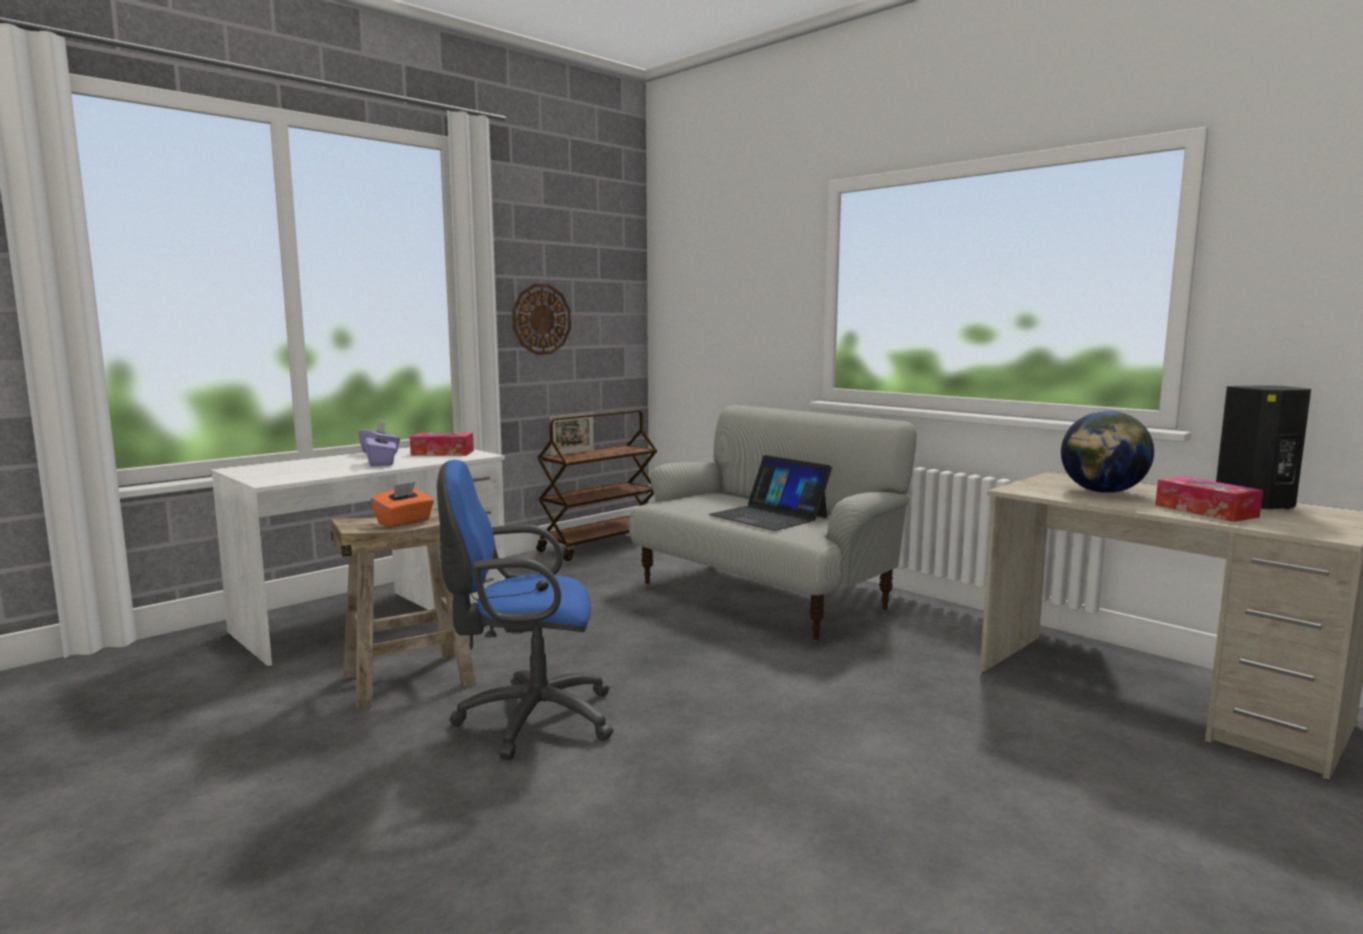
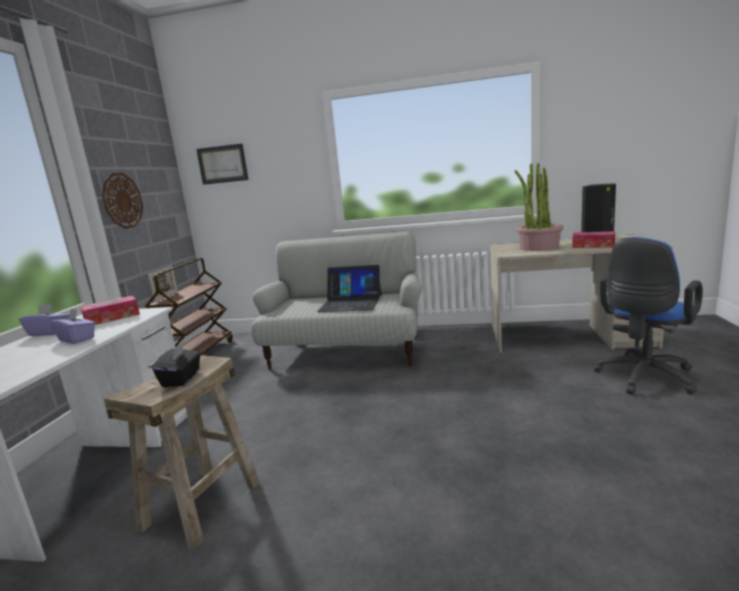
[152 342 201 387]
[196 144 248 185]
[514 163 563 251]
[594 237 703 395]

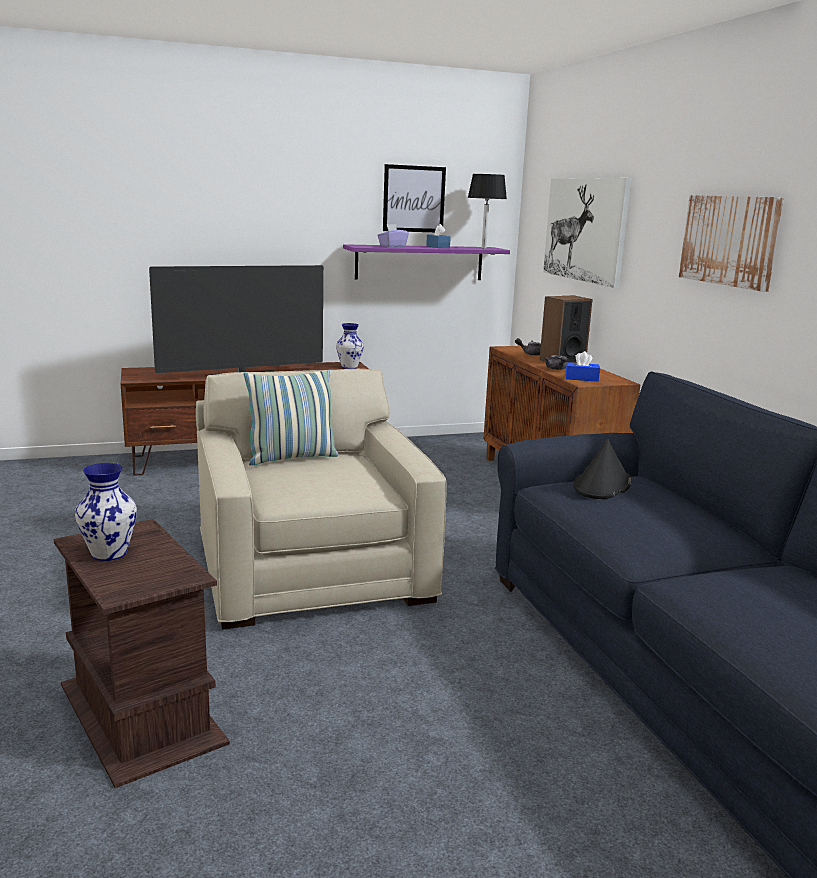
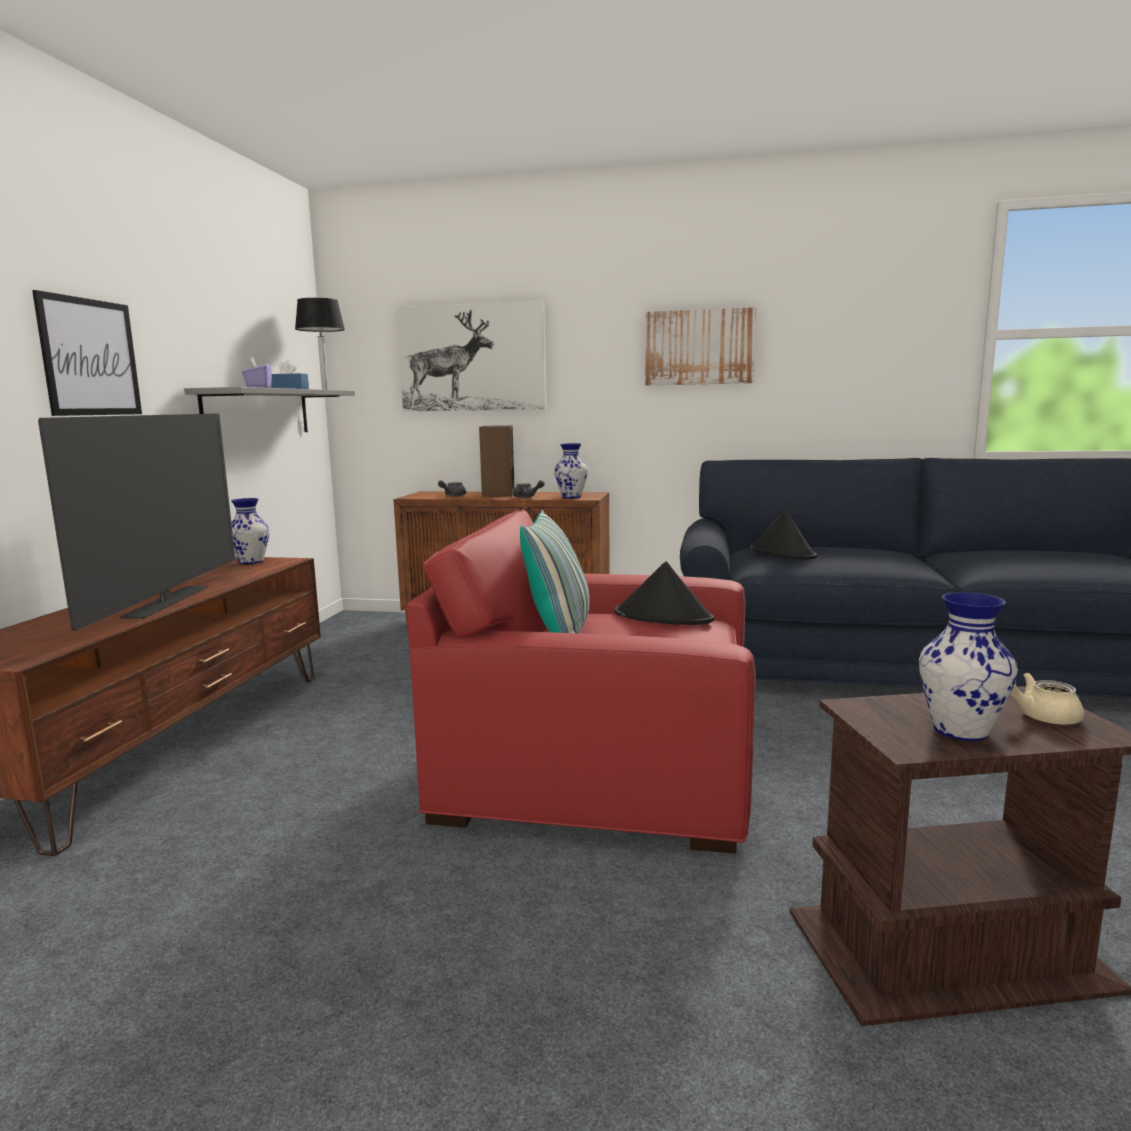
[32 290 142 416]
[184 387 355 432]
[406 510 756 854]
[554 443 588 498]
[614 561 714 625]
[1010 673 1084 725]

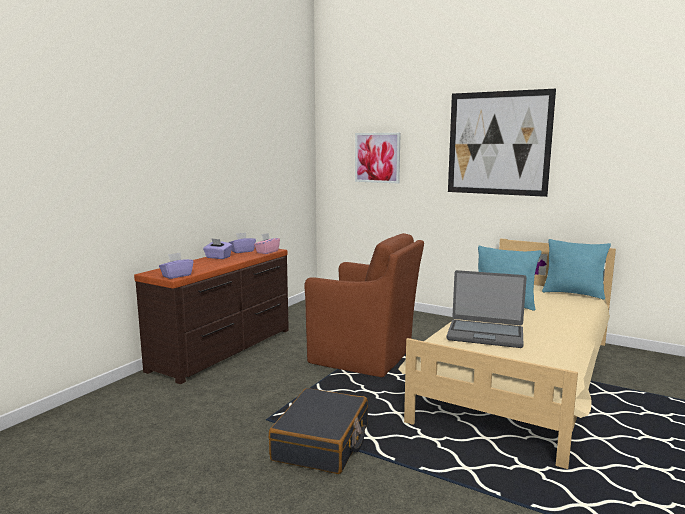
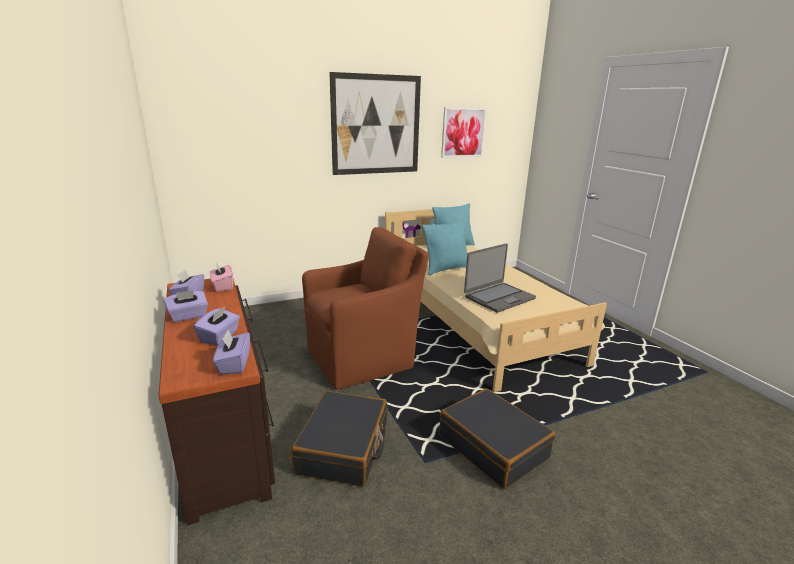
[194 307 240 345]
[291 391 387 487]
[441 107 487 158]

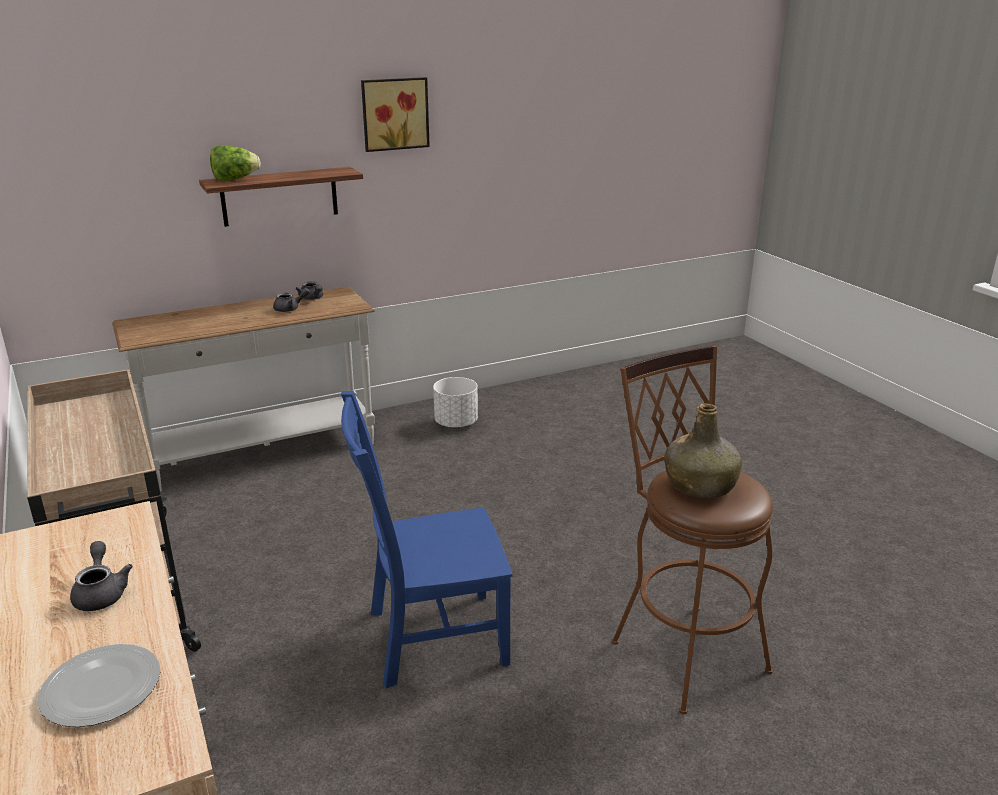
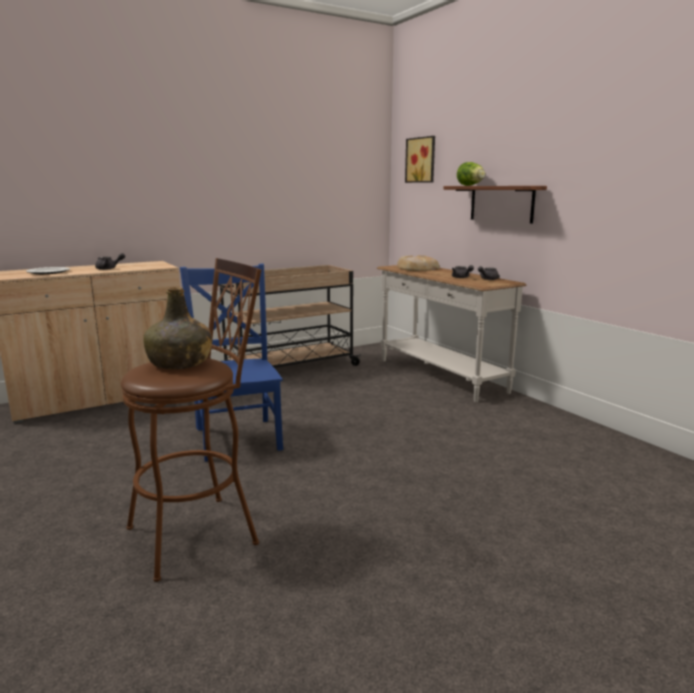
[397 255 440 271]
[405 136 435 183]
[433 377 478 428] (first image)

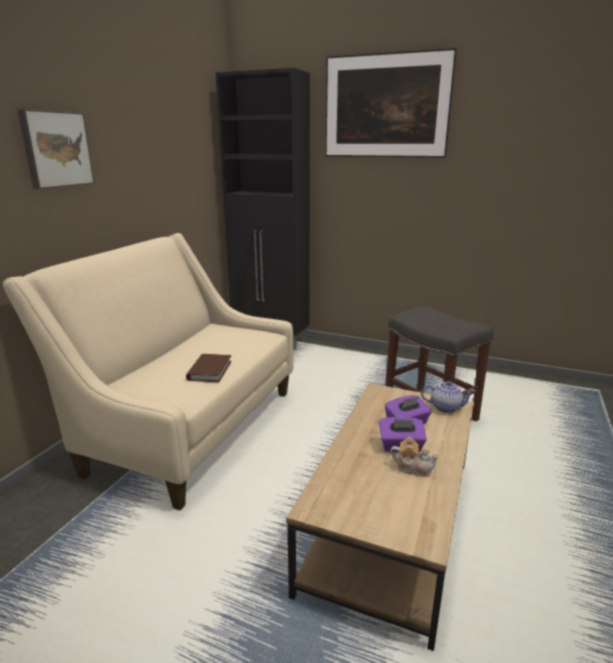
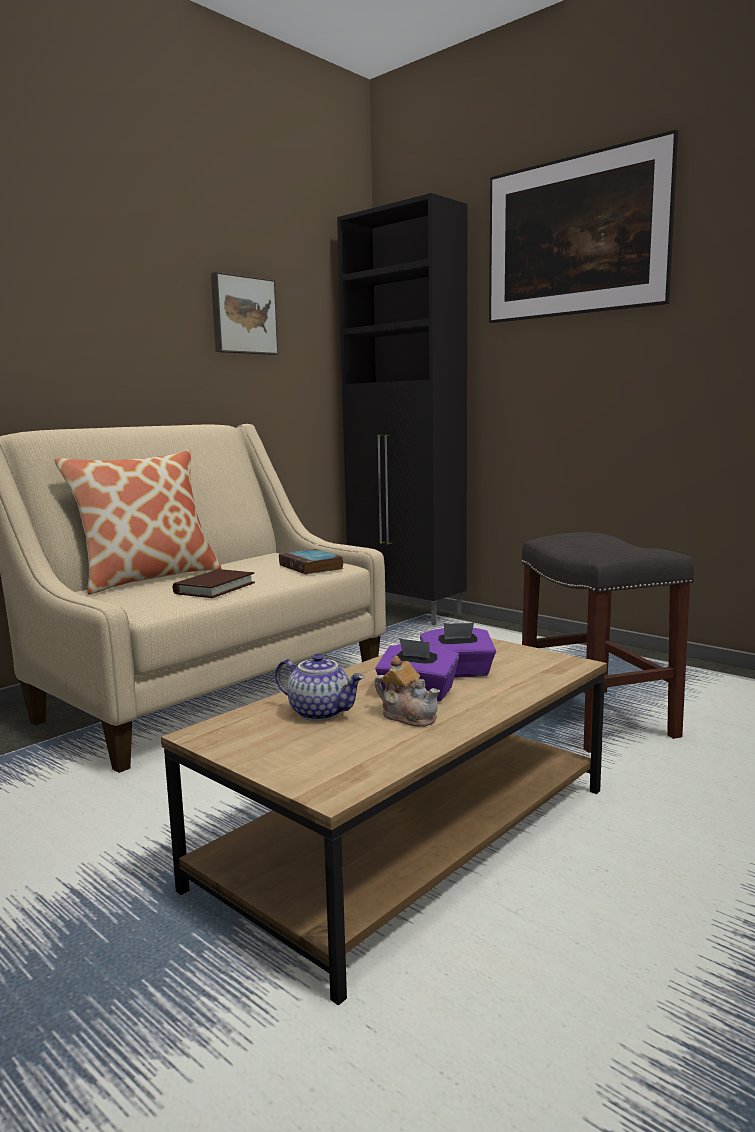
[54 450 222 595]
[211 272 279 355]
[275 654 364 721]
[279 549 343 574]

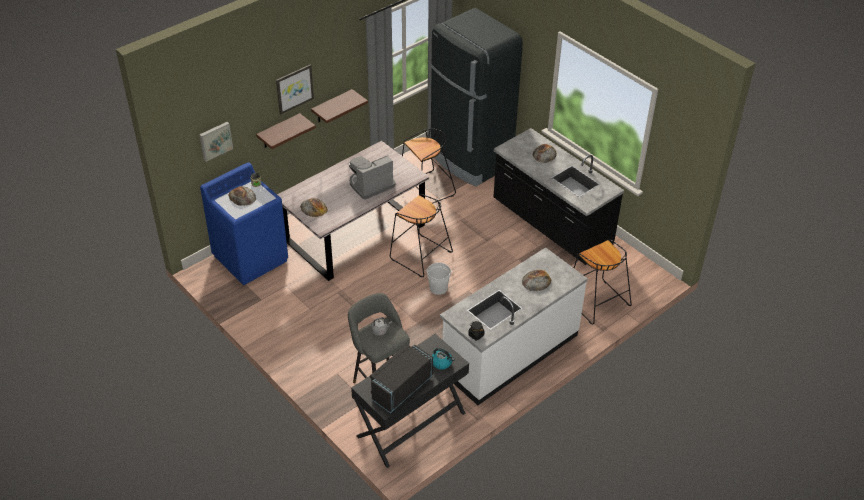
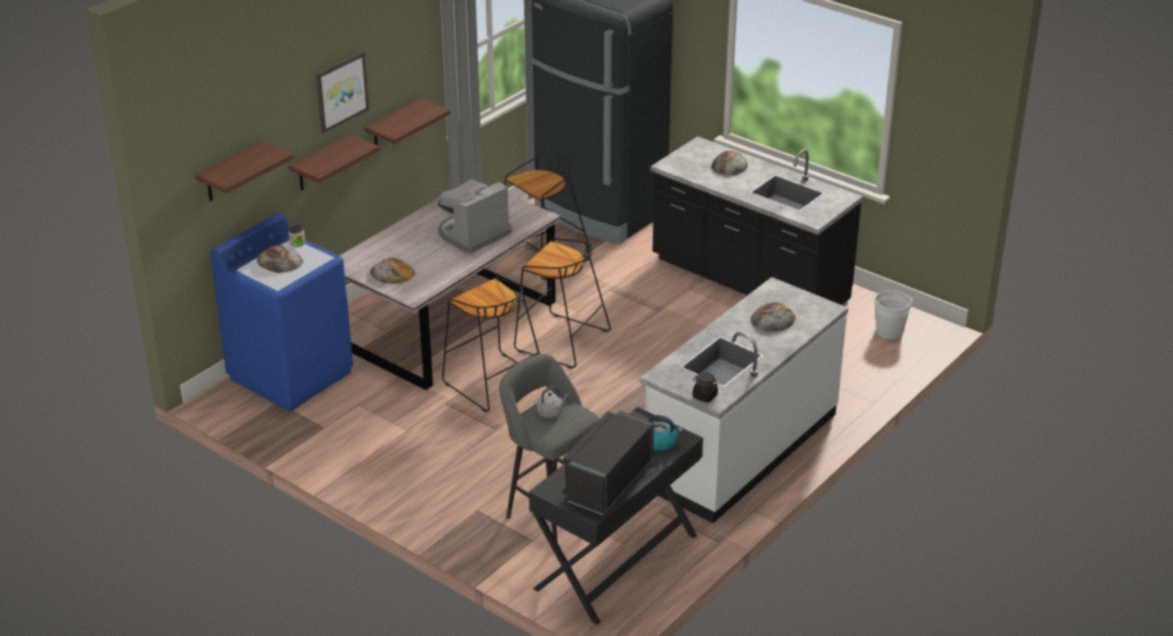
[195 141 293 201]
[442 276 540 412]
[873 290 914 339]

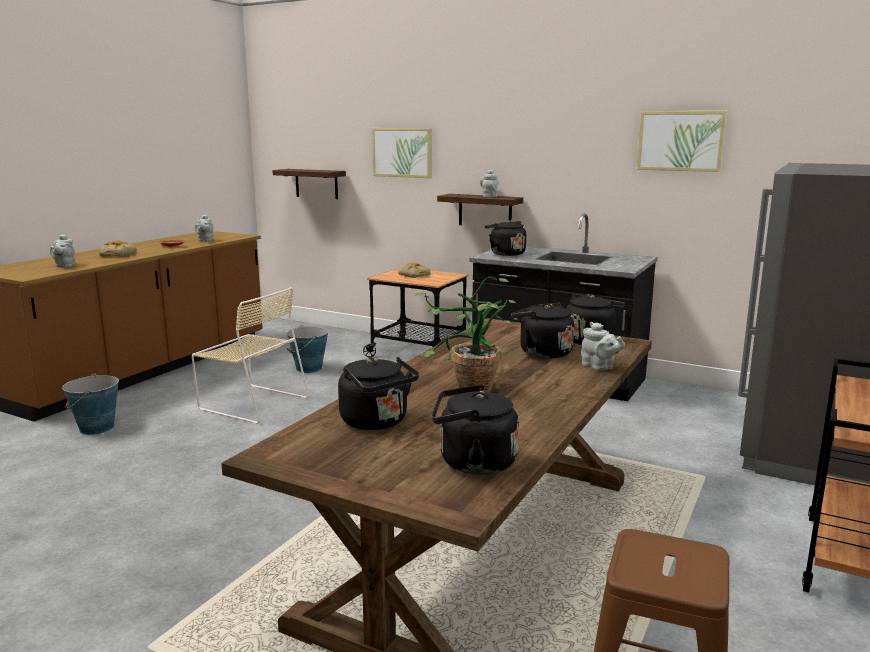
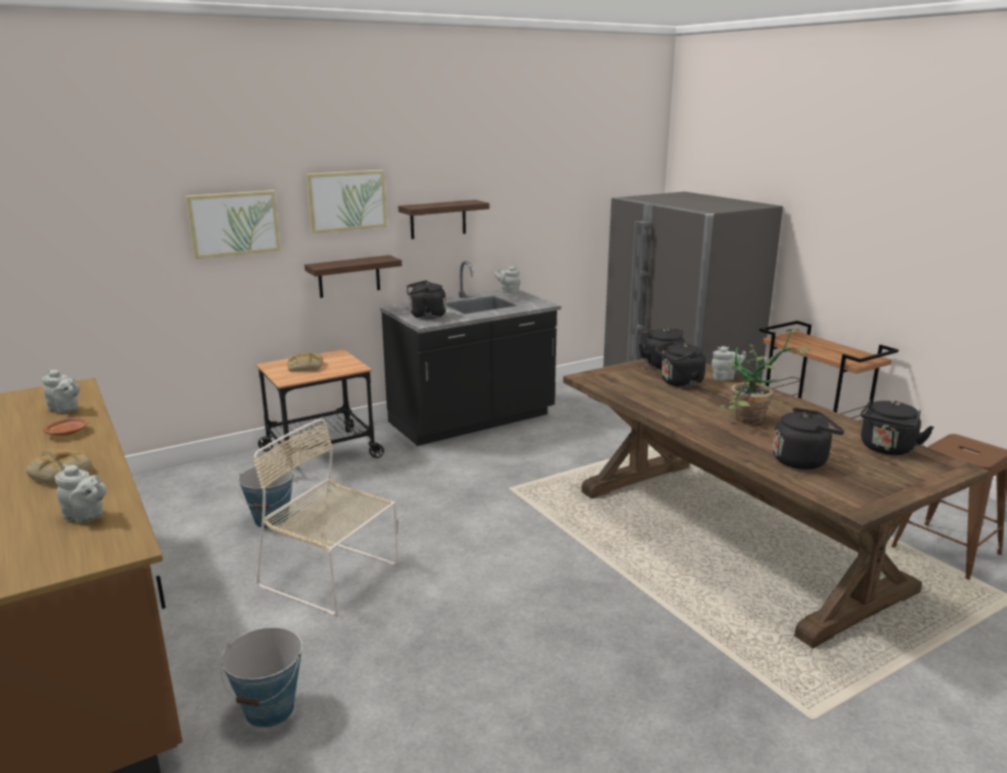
[254 419 398 616]
[306 170 387 234]
[398 200 489 239]
[494 266 521 294]

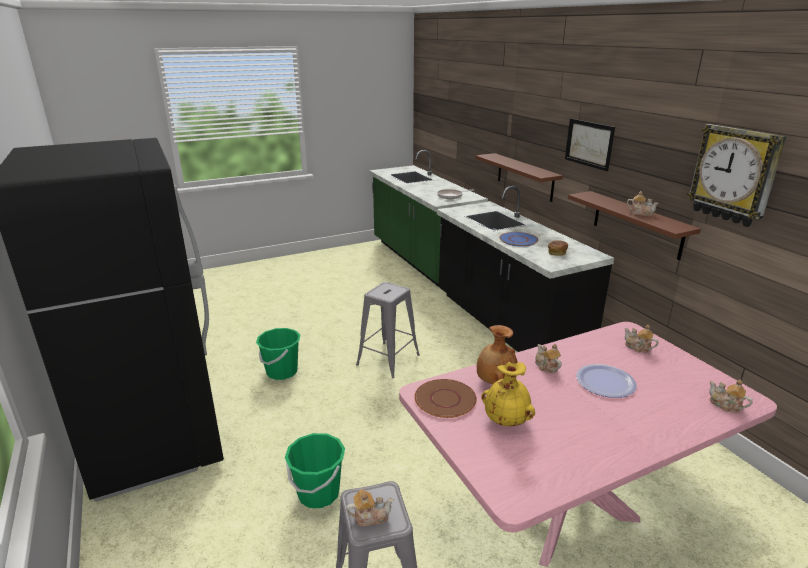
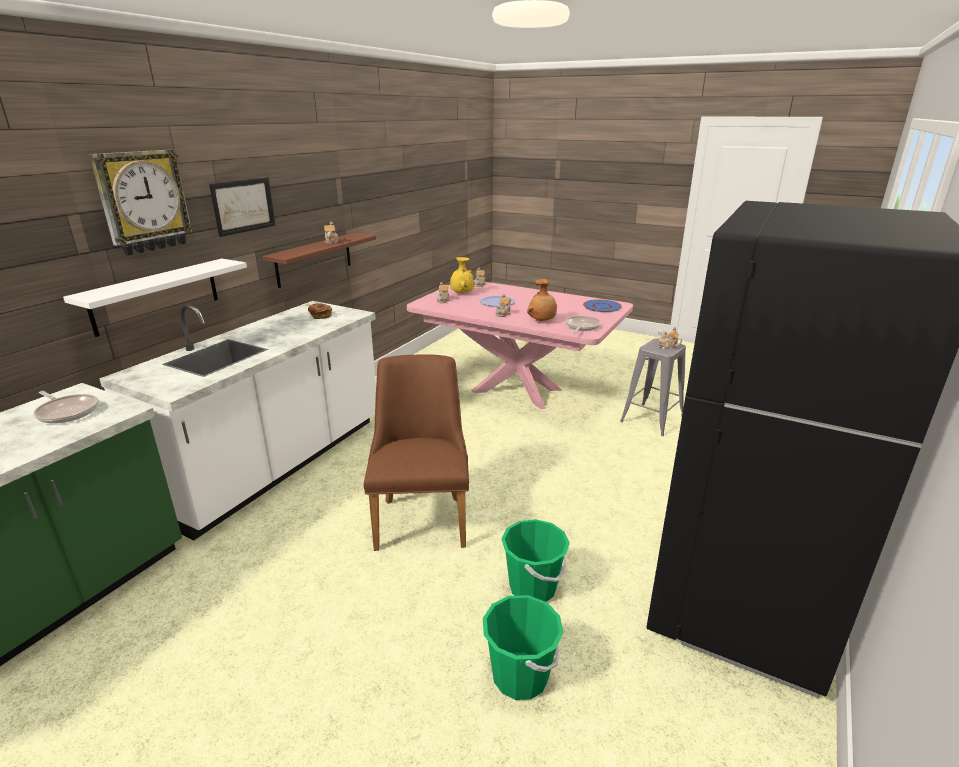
[63 259 247 337]
[89 149 194 256]
[99 301 376 541]
[364 354 469 551]
[450 257 474 294]
[483 595 564 700]
[566 316 601 333]
[583 299 622 312]

